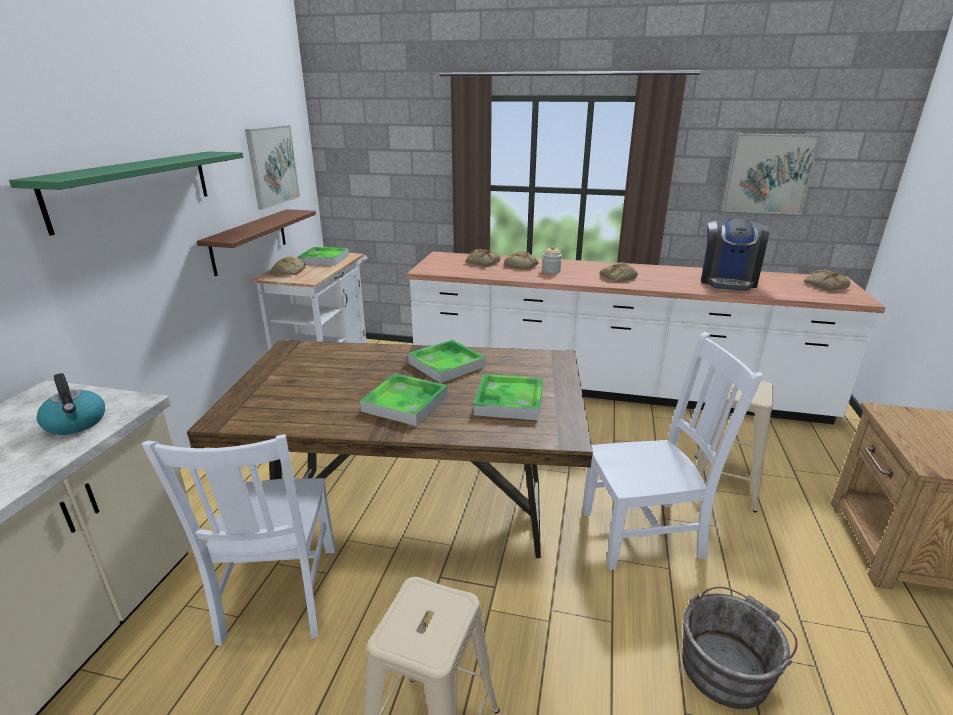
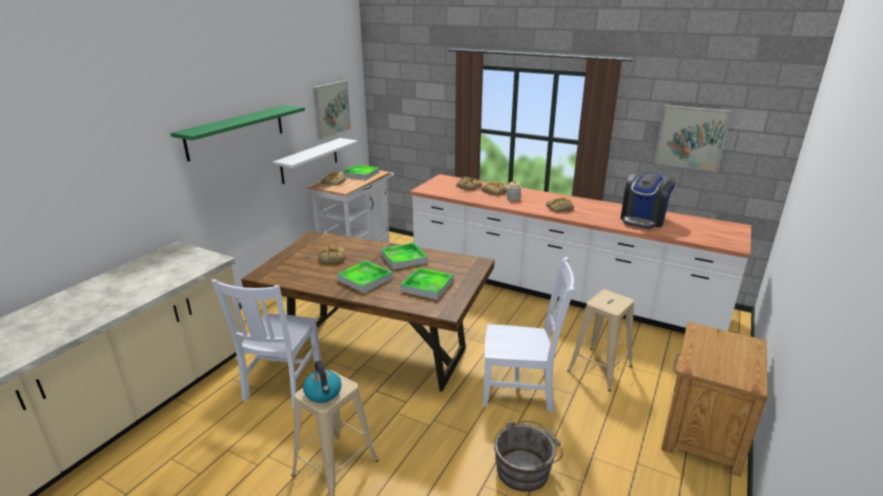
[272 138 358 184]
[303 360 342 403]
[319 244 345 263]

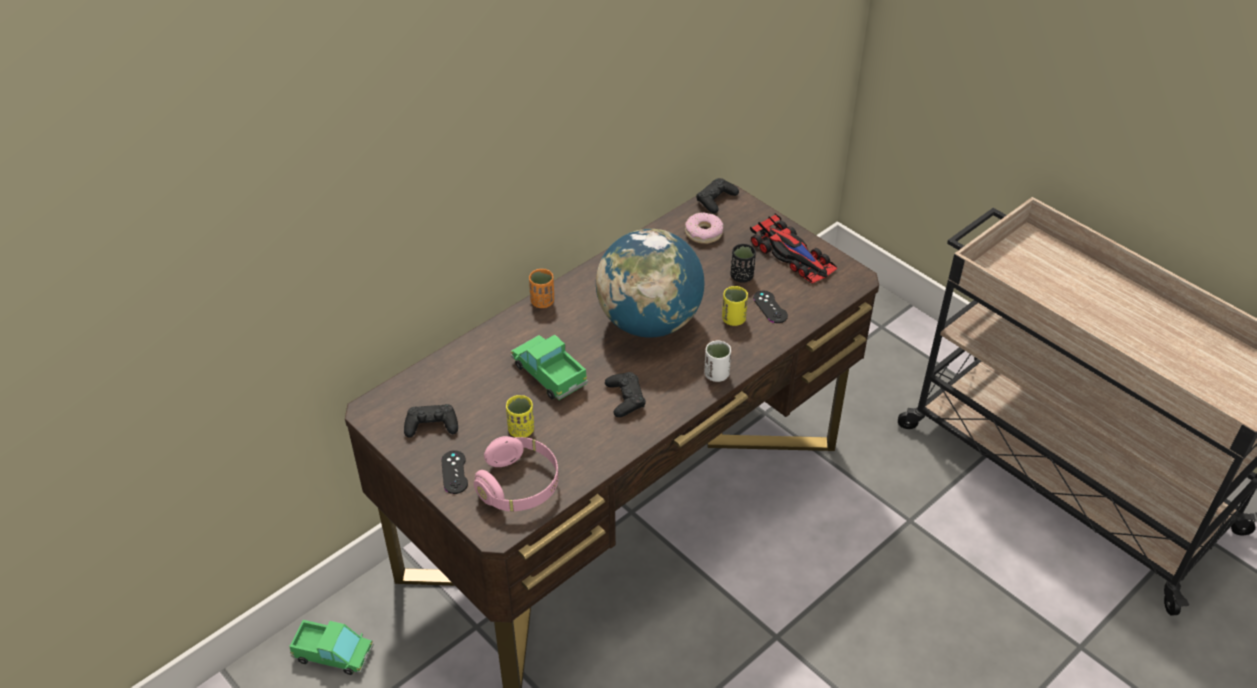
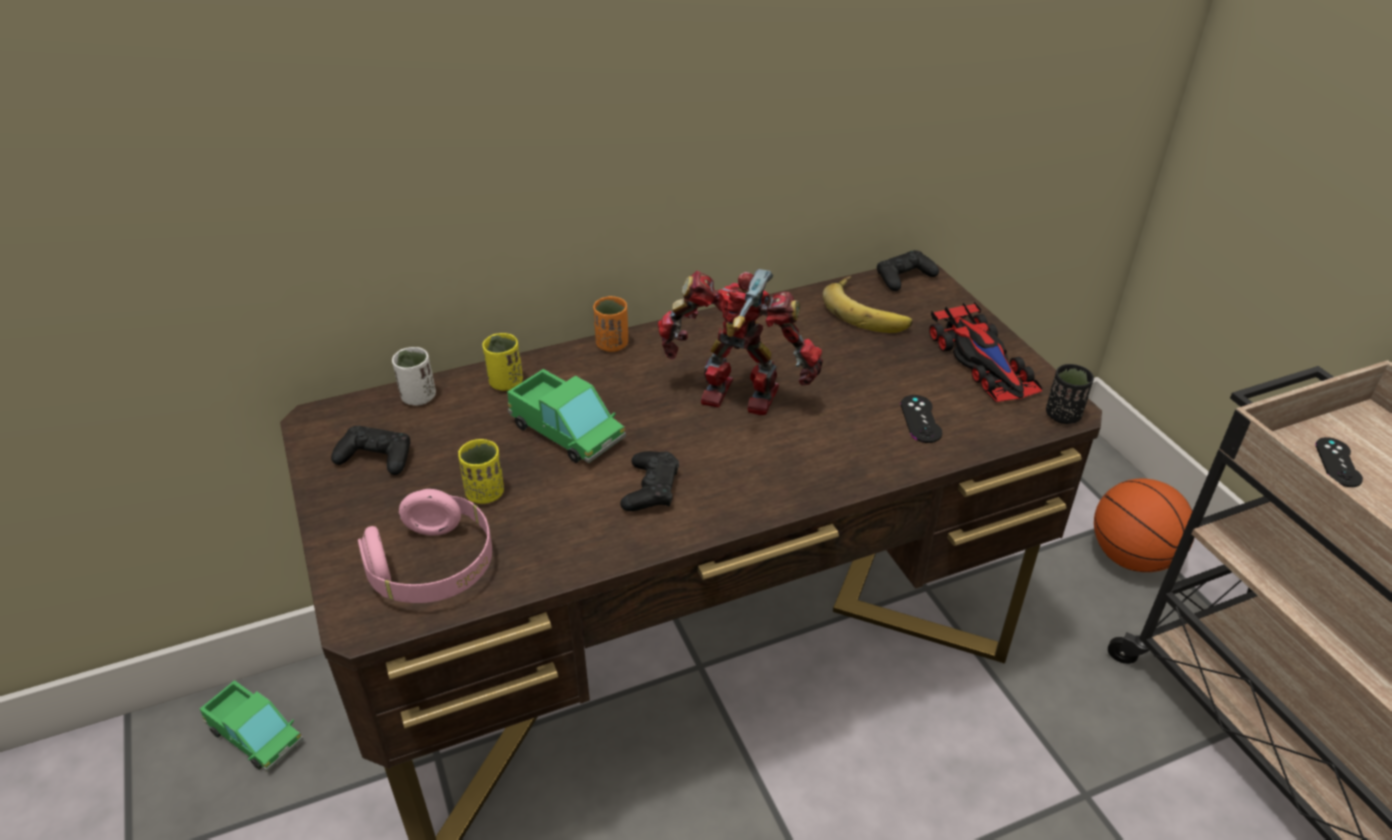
[392 347 436 406]
[482 333 523 391]
[507 369 626 463]
[658 269 823 415]
[823 276 913 333]
[1046 364 1094 424]
[1094 478 1194 572]
[1316 437 1363 487]

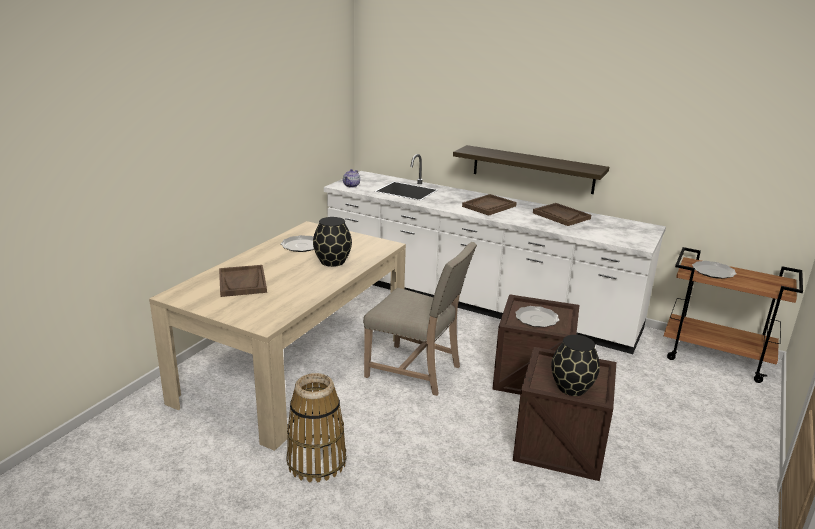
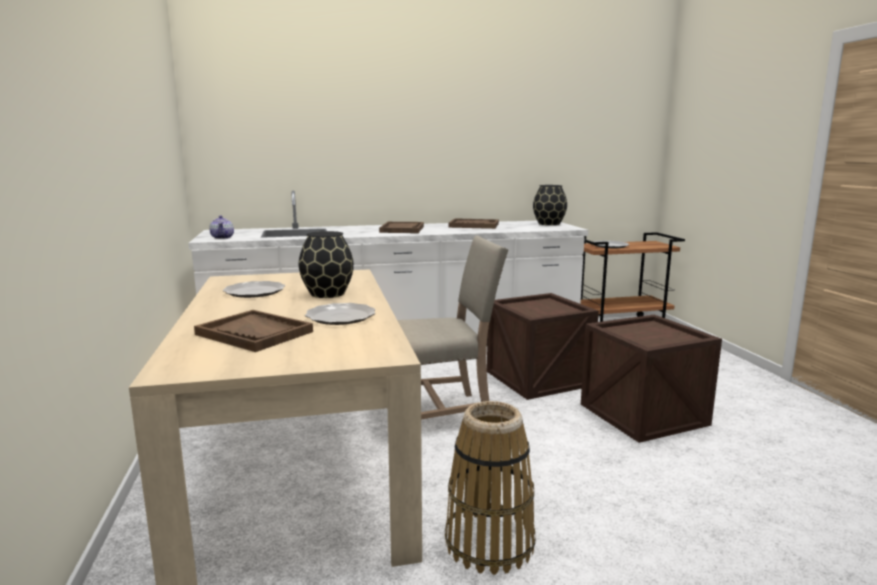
[305 303 375 325]
[533 185 567 225]
[453 145 609 194] (first image)

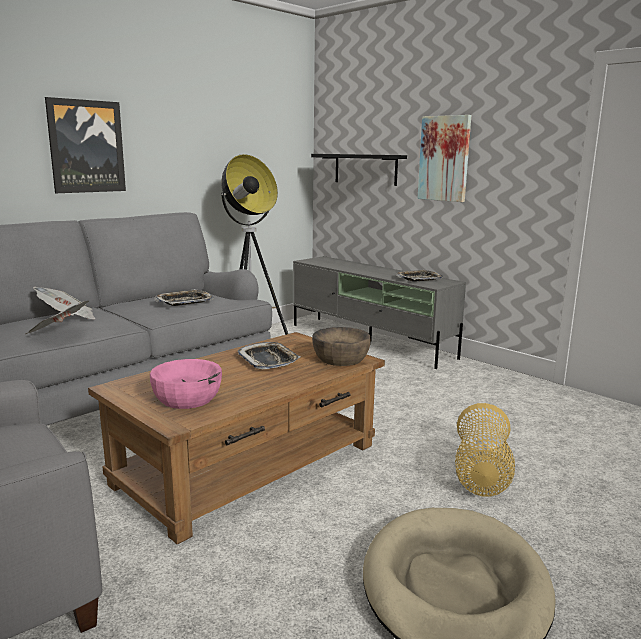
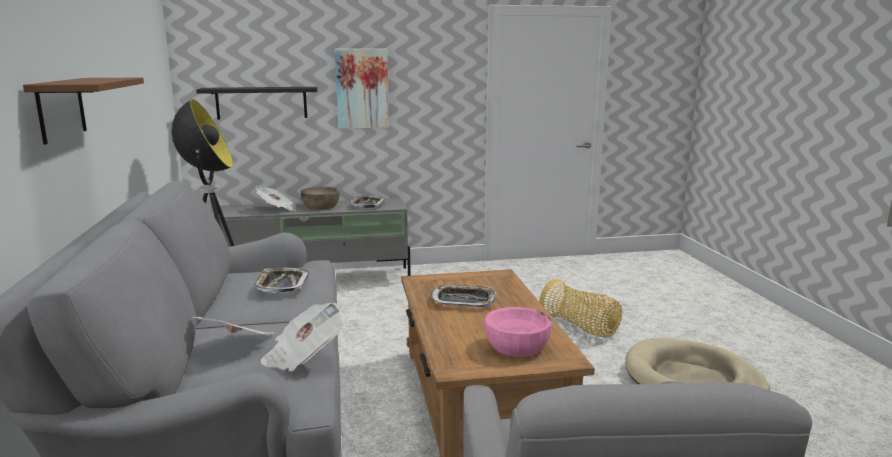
[23 78 144 144]
[255 186 296 211]
[301 187 340 210]

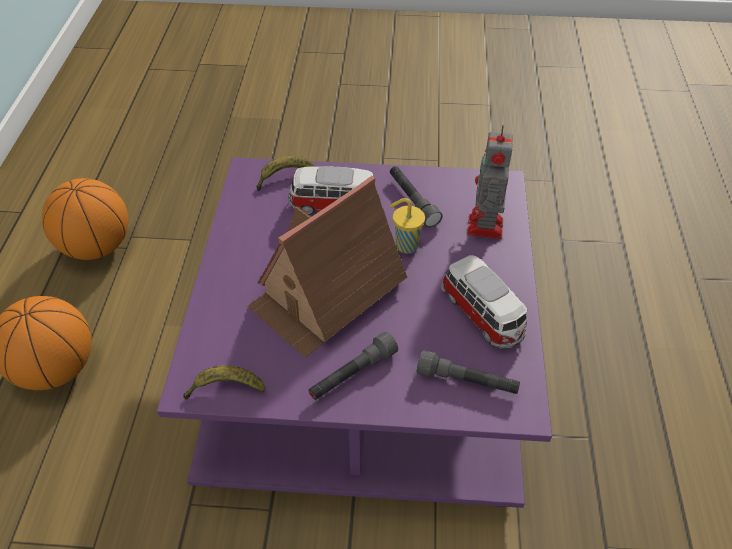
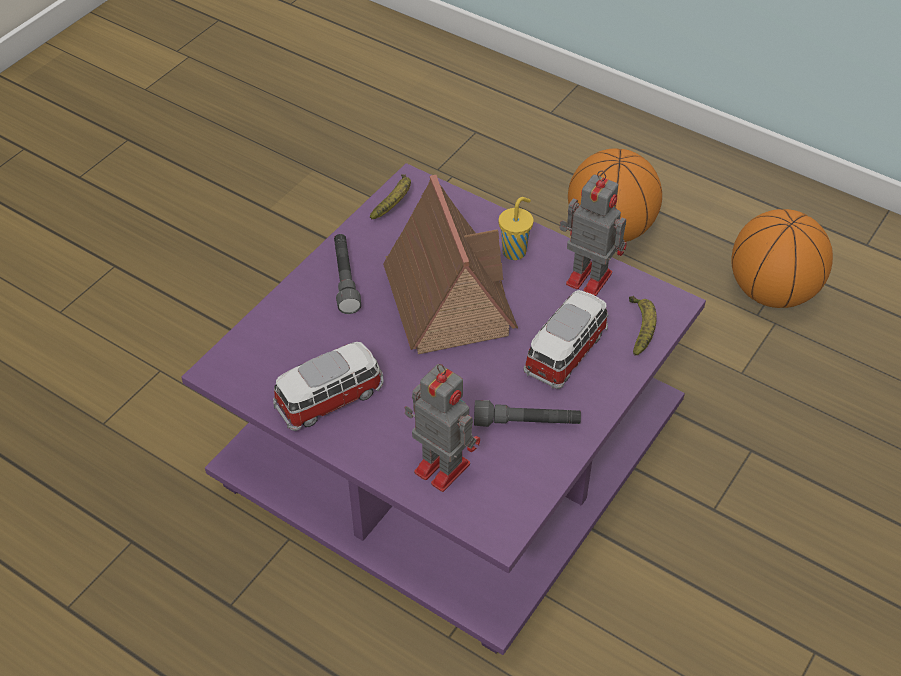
[273 342 384 431]
[498 197 534 260]
[559 170 627 296]
[417 350 520 394] (first image)

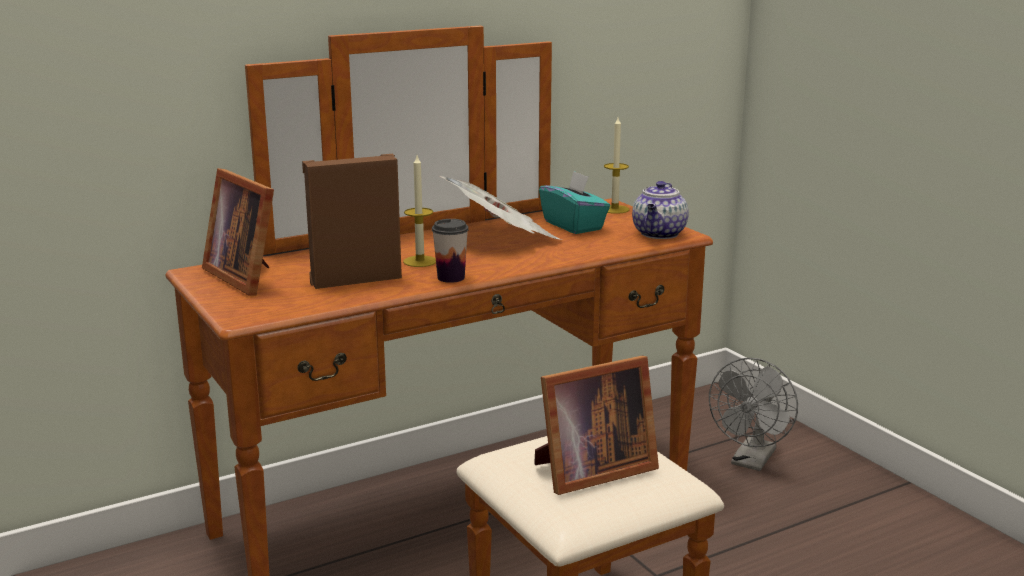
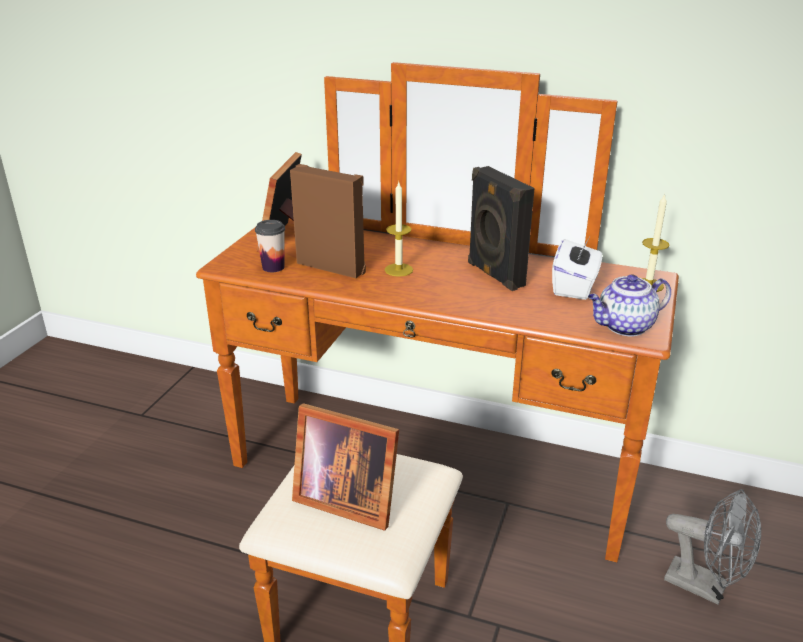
[255 220 285 272]
[468 166 535 291]
[552 235 602 300]
[664 489 761 605]

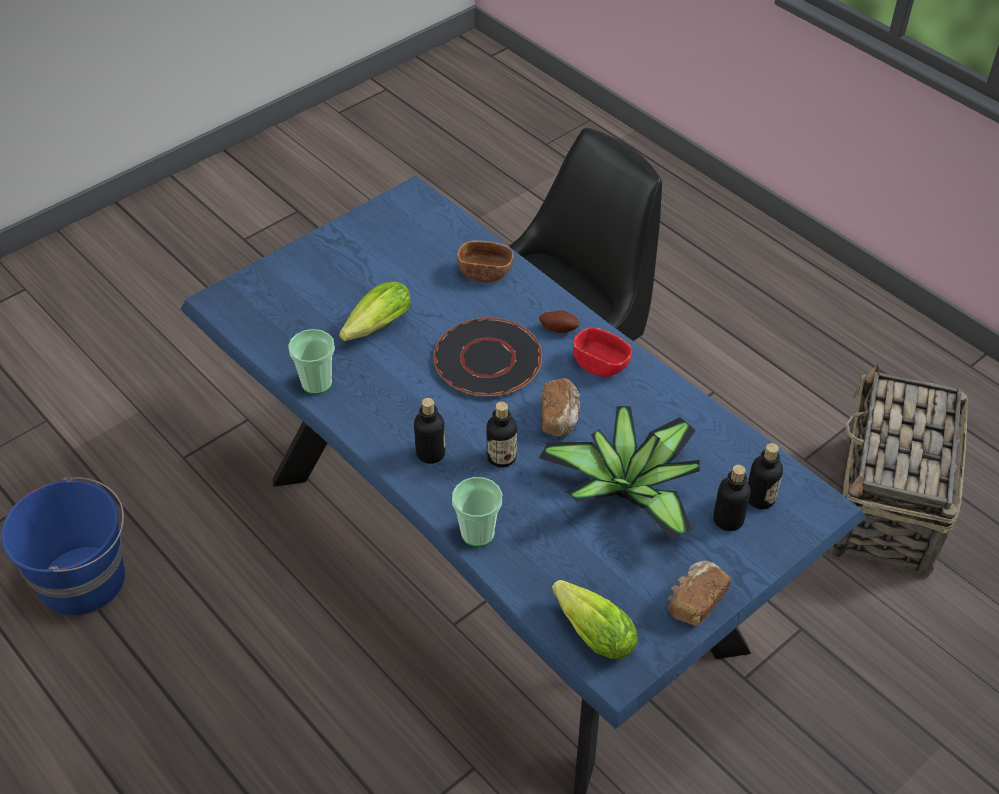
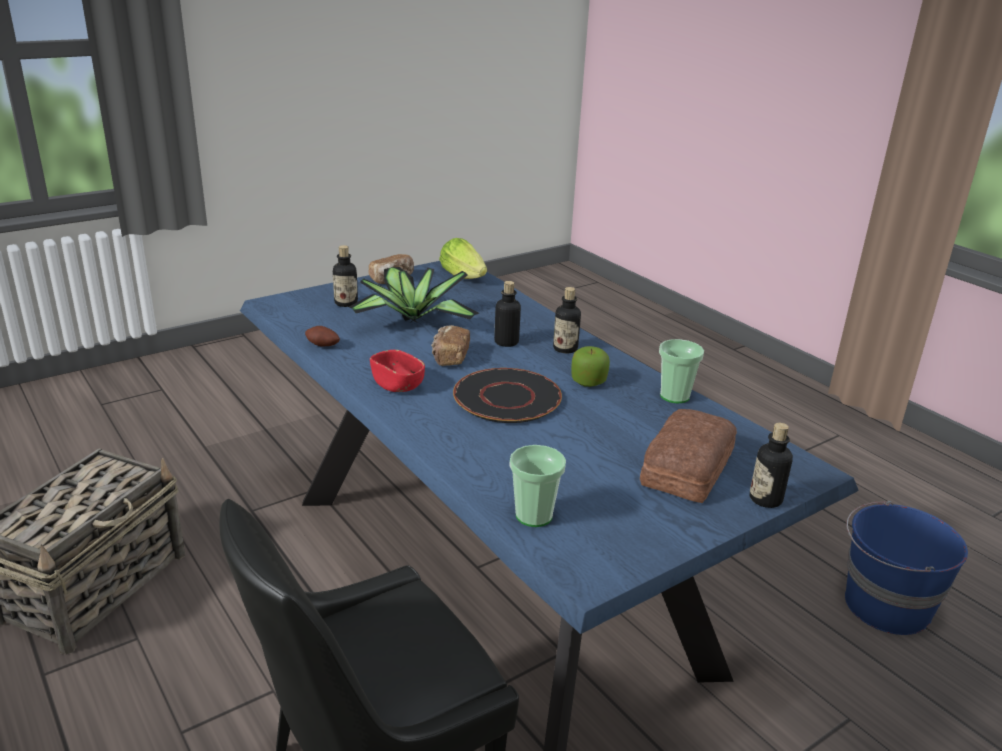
[305 326 340 347]
[510 445 566 527]
[571 346 610 387]
[640 409 737 503]
[750 423 793 508]
[339 281 411 341] (first image)
[457 240 514 283] (first image)

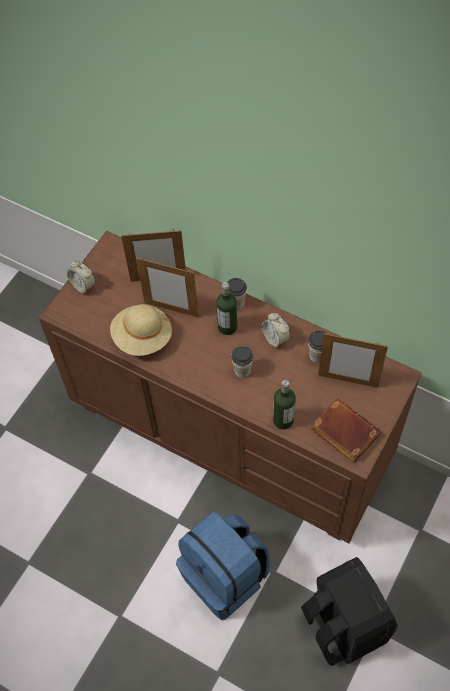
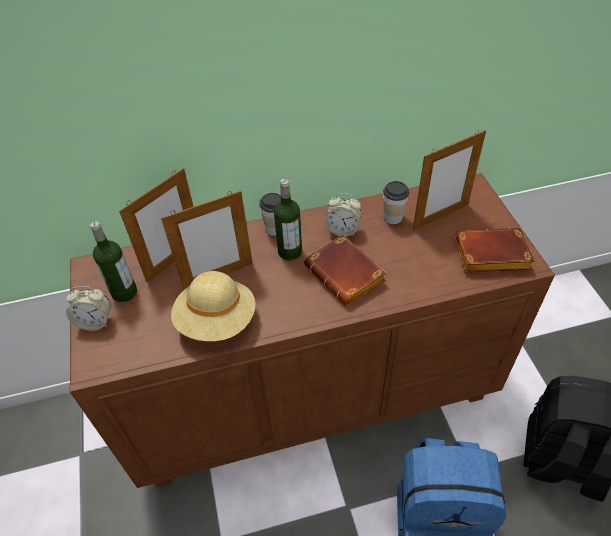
[90 221 137 302]
[304 235 386 306]

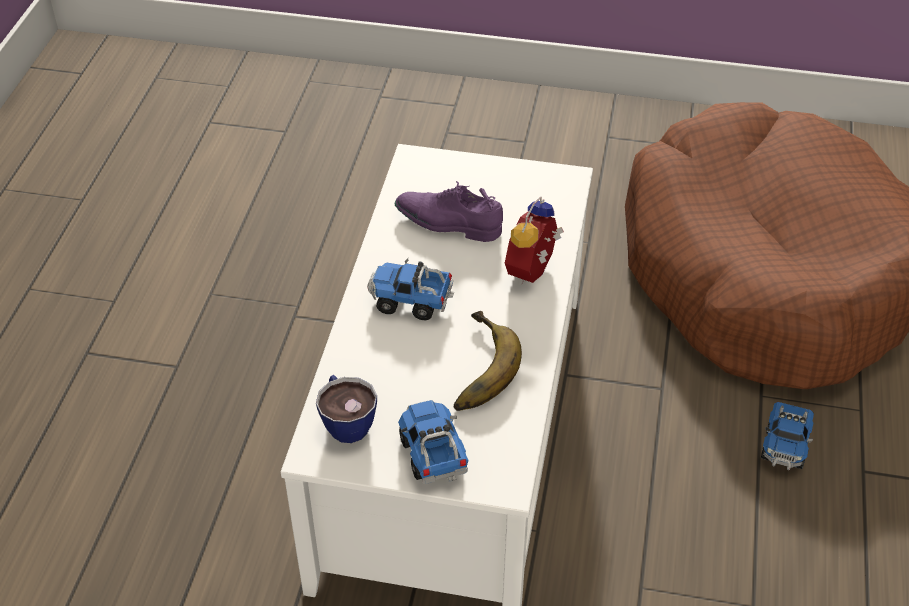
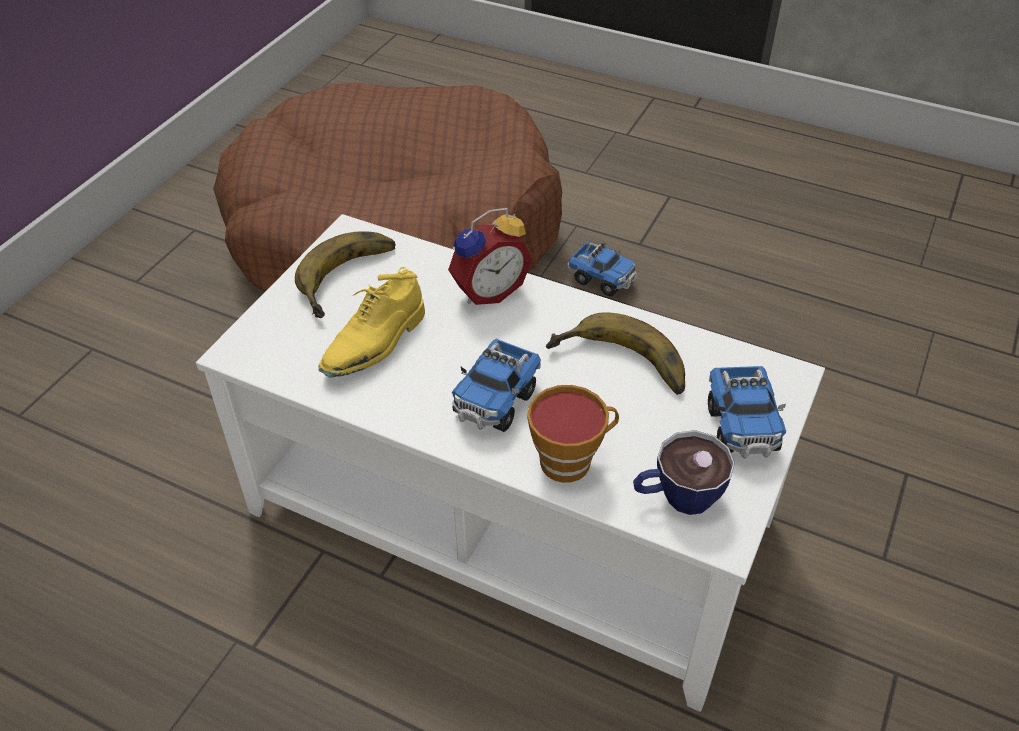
[295 231 396 318]
[318 267 425 378]
[448 208 532 305]
[527 385 619 483]
[708 366 786 459]

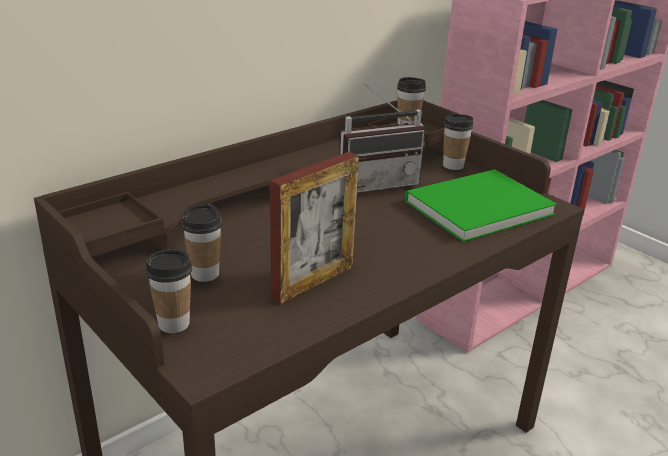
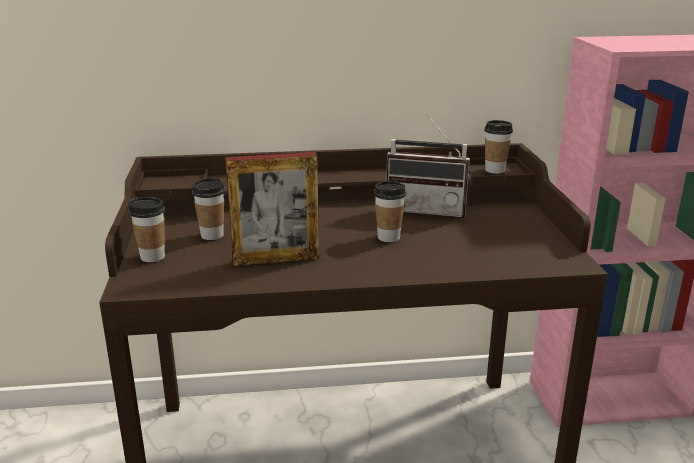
[374 181 406 242]
[405 169 557 242] (first image)

